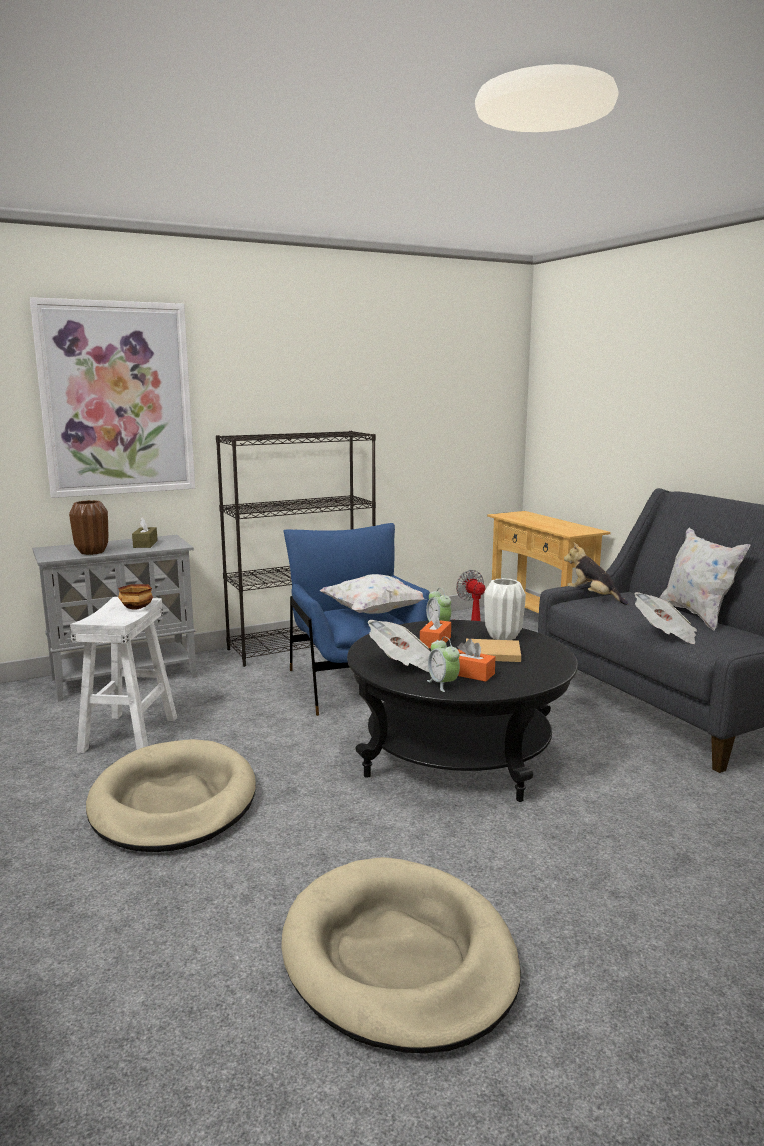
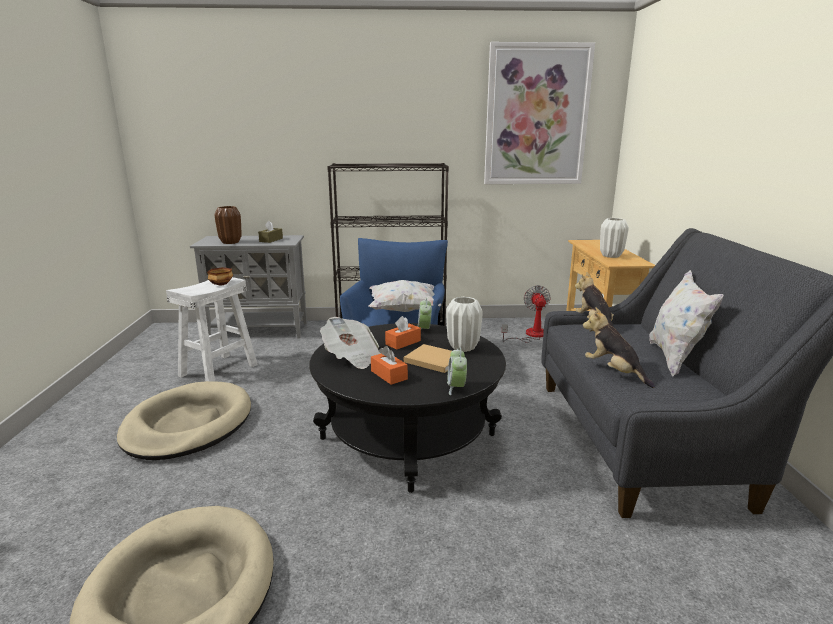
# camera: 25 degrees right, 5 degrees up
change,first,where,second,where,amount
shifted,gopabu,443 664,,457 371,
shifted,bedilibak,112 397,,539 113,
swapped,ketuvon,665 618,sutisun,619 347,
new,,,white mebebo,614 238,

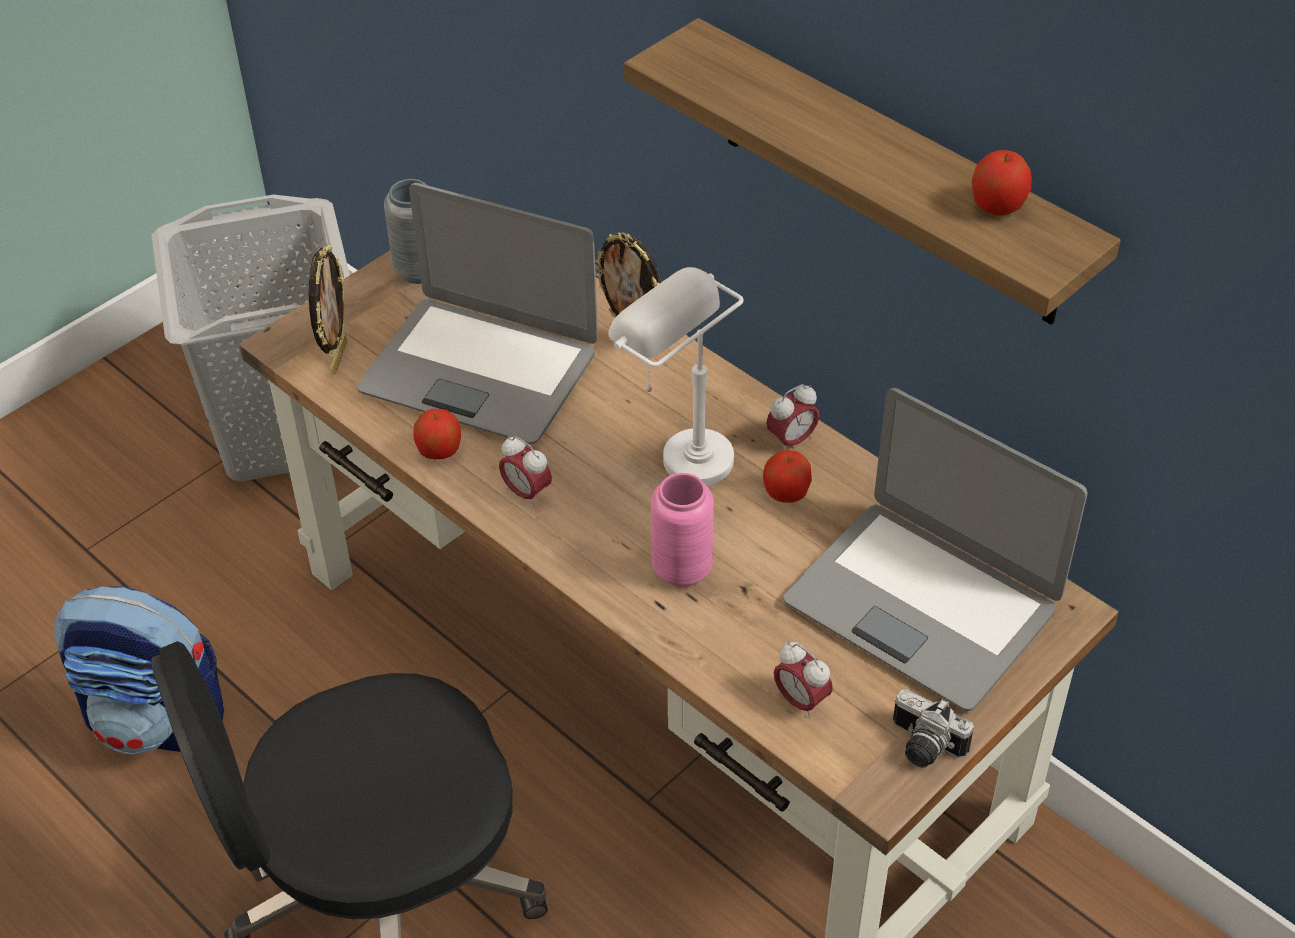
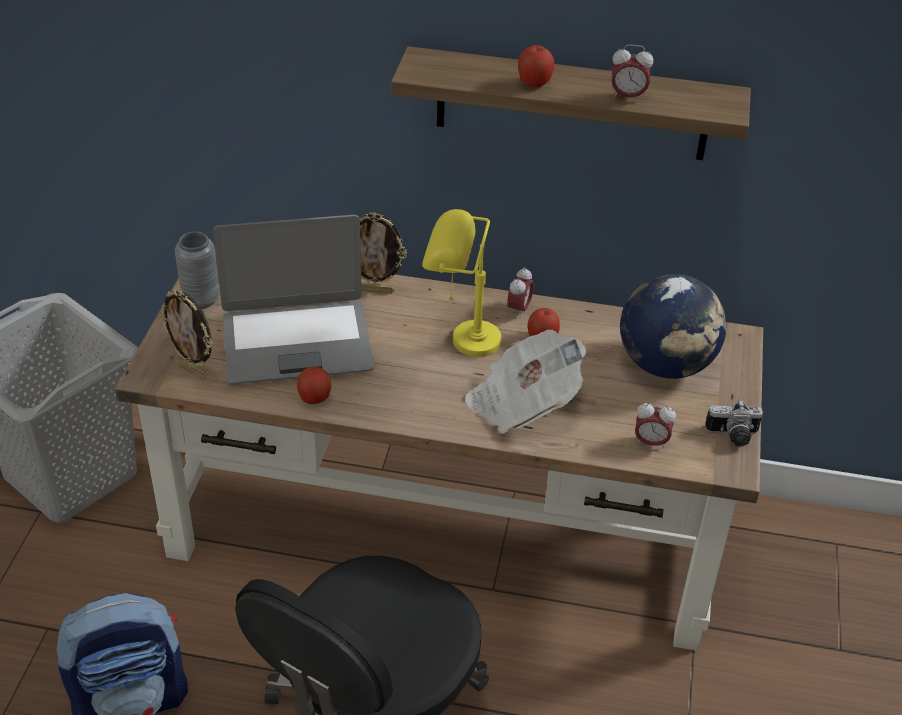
# camera: 35 degrees left, 5 degrees down
change,first,where,second,where,amount
rotated,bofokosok,328 309,,185 335,150 degrees clockwise
repainted,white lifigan,676 376,yellow lifigan,461 283,
swapped,pink mebebo,682 530,ketuvon,526 381,
shifted,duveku,1002 183,,536 66,
shifted,gopabu,525 471,,632 73,
swapped,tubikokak,935 549,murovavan,673 326,

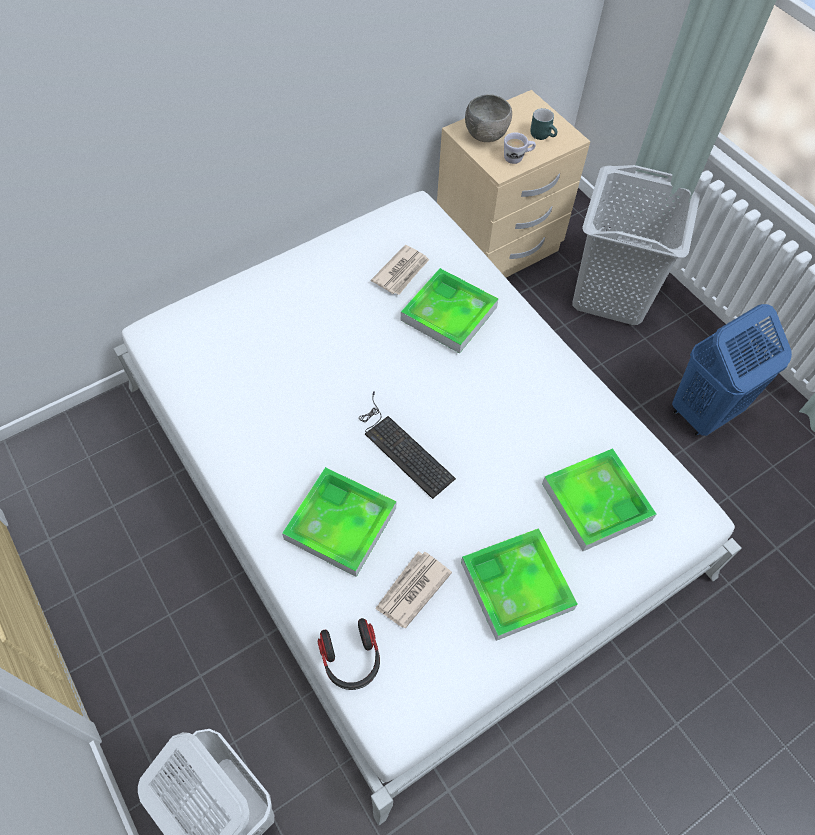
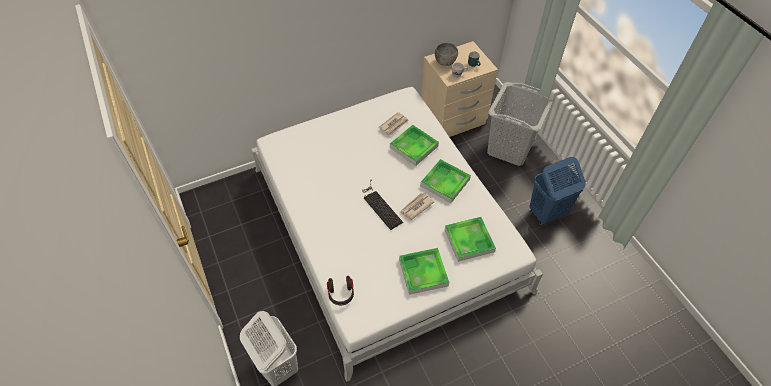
# camera: 10 degrees right, 5 degrees down
change,first,where,second,where,amount
shifted,ketuvon,413 589,,417 206,
shifted,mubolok,339 522,,445 181,

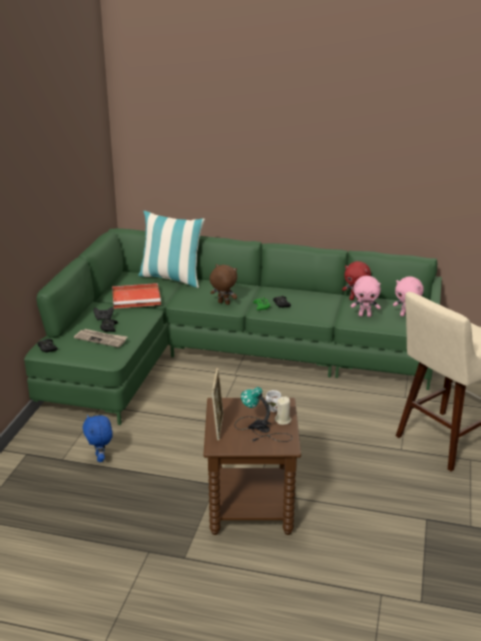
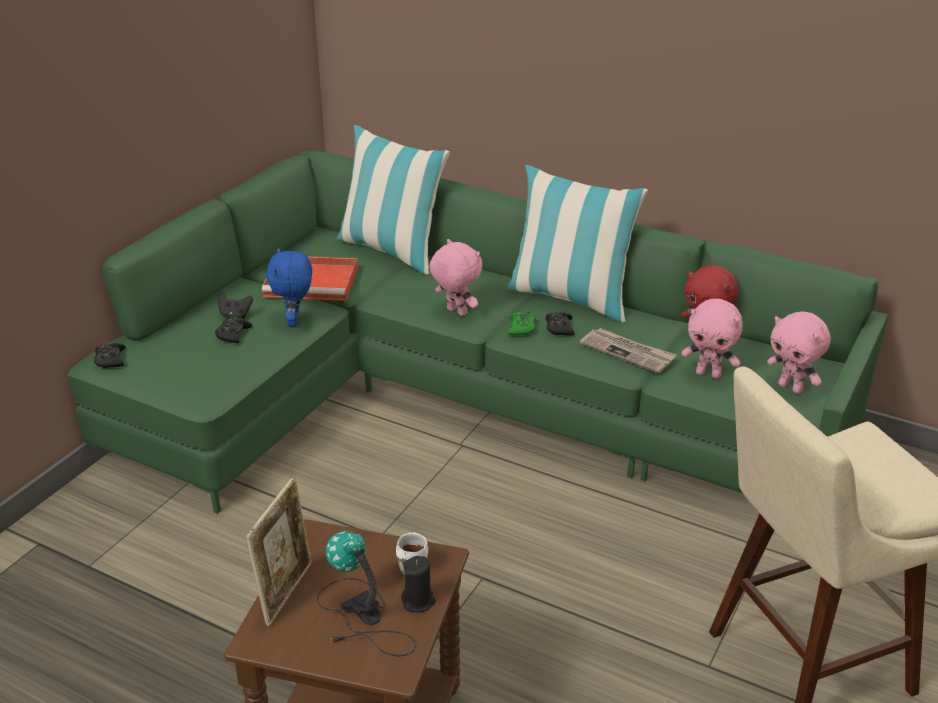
# camera: 15 degrees right, 5 degrees up
change,first,where,second,where,amount
shifted,blue sutisun,98 438,,289 287,
repainted,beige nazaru,283 411,black nazaru,418 584,
repainted,brown sutisun,223 284,pink sutisun,456 277,
new,,,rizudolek,577 244,
shifted,ketuvon,100 338,,628 350,

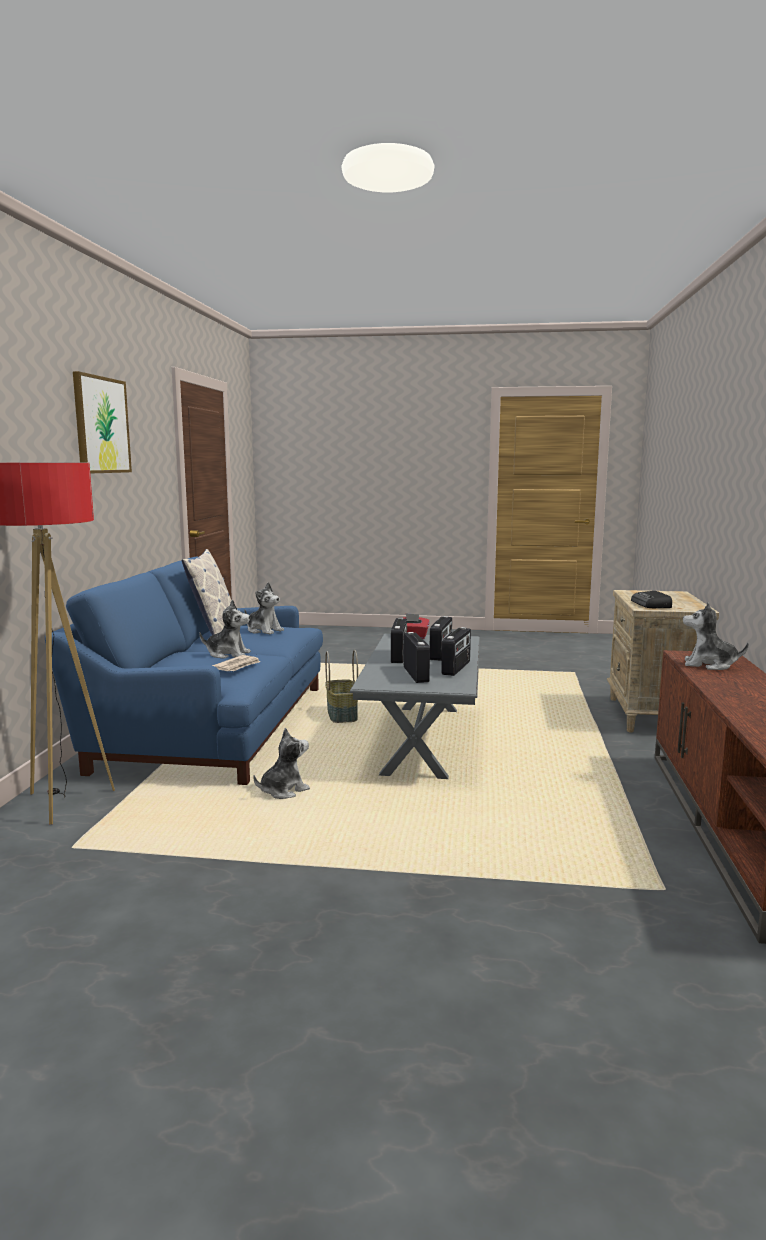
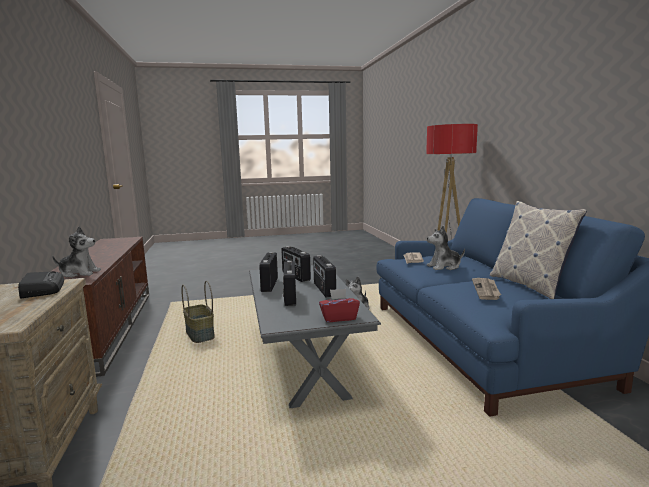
# camera: 160 degrees right, 0 degrees up
change,first,where,second,where,amount
shifted,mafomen,341 686,,198 312,
swapped,sutisun,264 608,ketuvon,486 289,
gone,bedilibak,102 422,,,

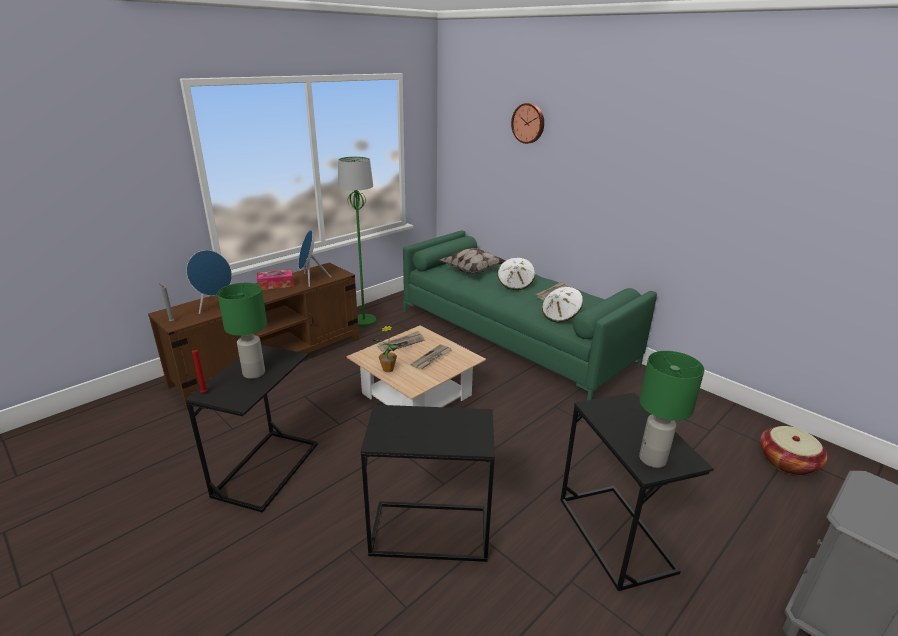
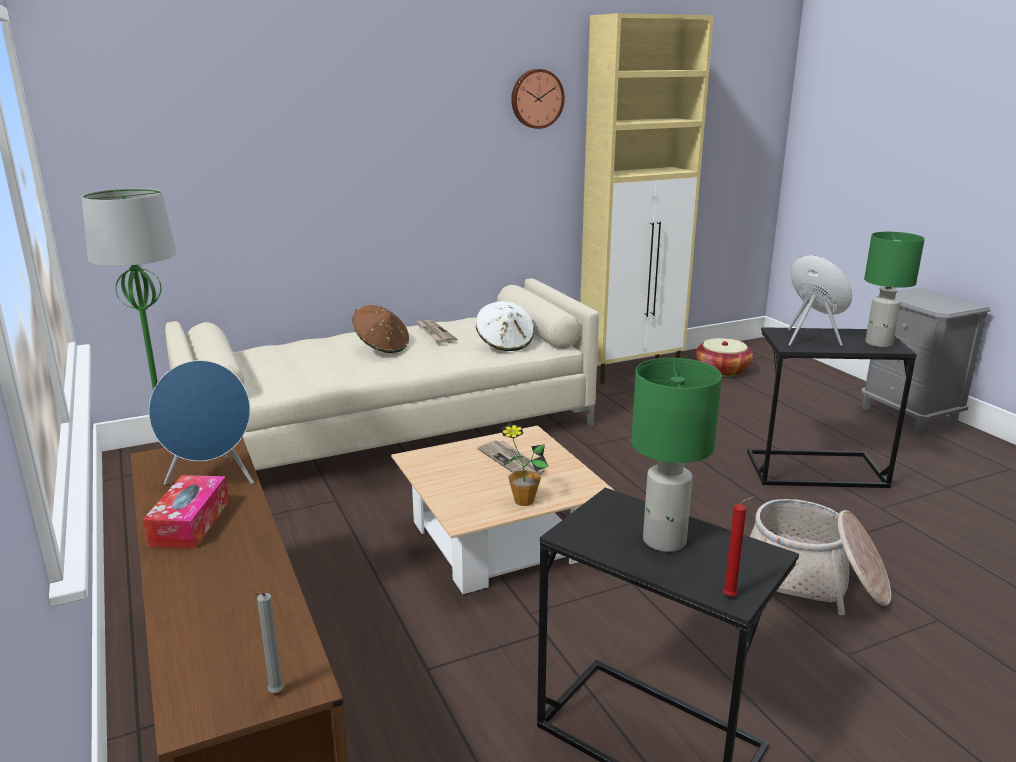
# camera: 70 degrees left, 5 degrees down
change,first,where,second,where,amount
repainted,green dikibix,530 315,beige dikibix,382 374,
repainted,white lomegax,516 274,brown lomegax,380 329,
shifted,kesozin,527 123,,538 99,
new,,,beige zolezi,647 198,
swapped,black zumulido,427 483,mafomen,820 557,
shifted,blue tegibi,209 282,,820 300,
gone,ketuvon,400 342,,,
gone,rizudolek,472 261,,,

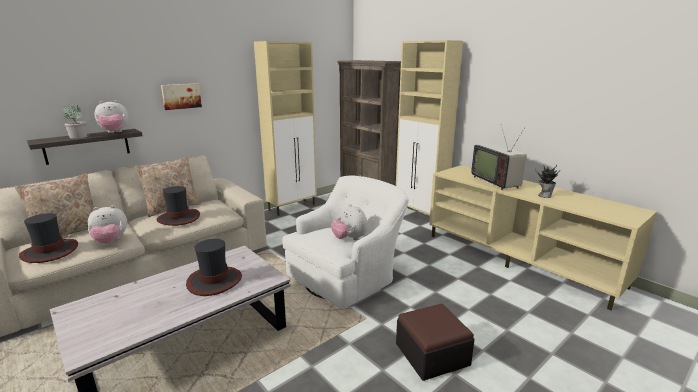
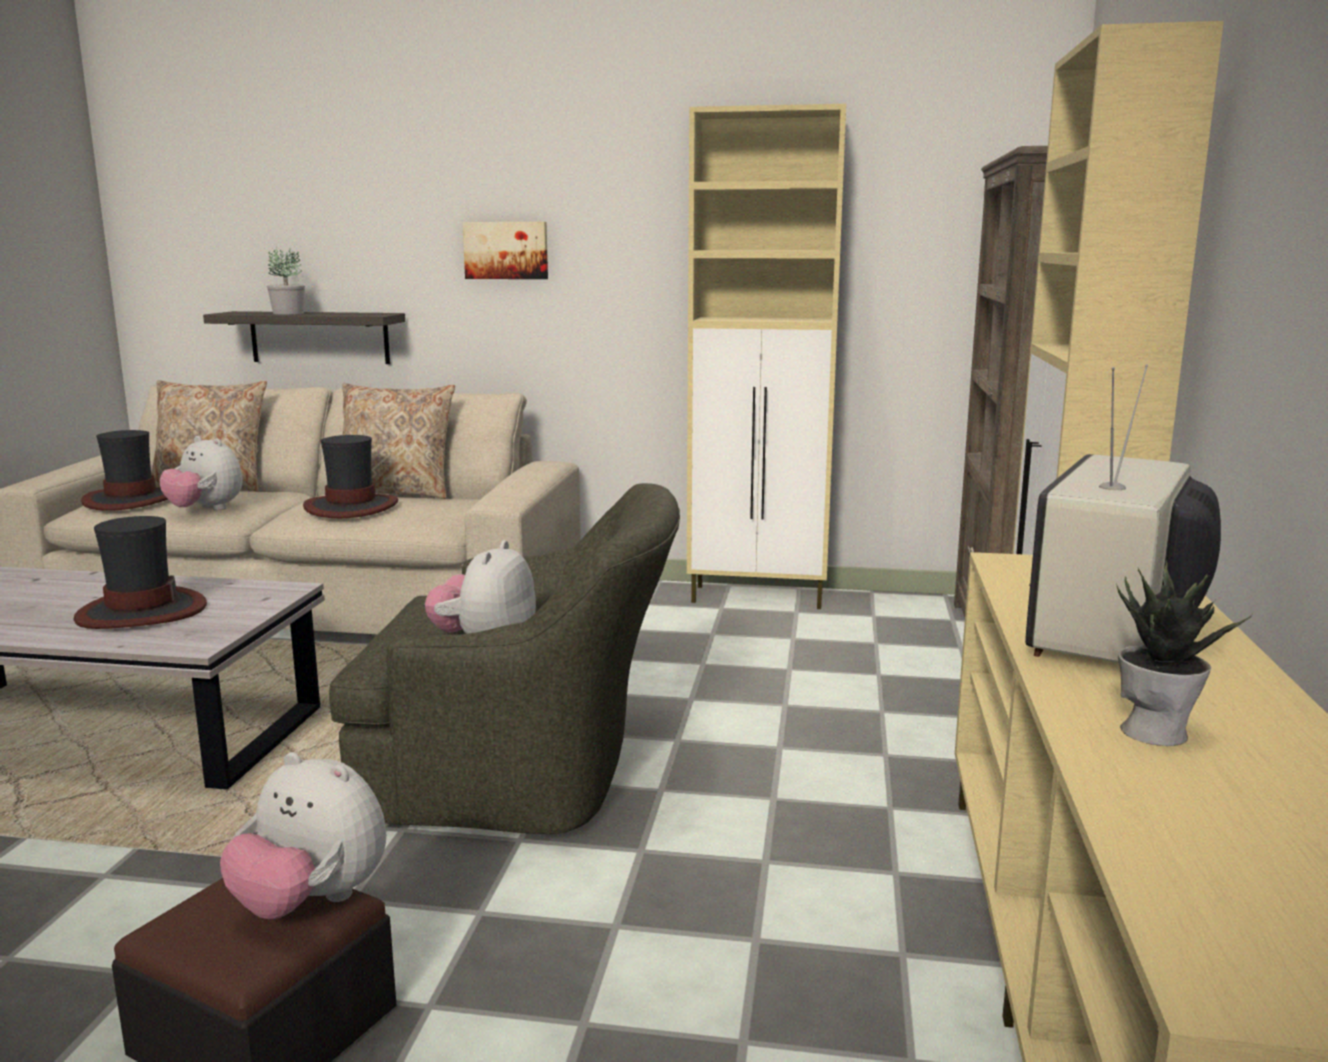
# camera: 50 degrees right, 5 degrees down
change,first,where,second,where,amount
shifted,sutisun,112 116,,303 835,
repainted,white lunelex,345 242,green lunelex,504 658,

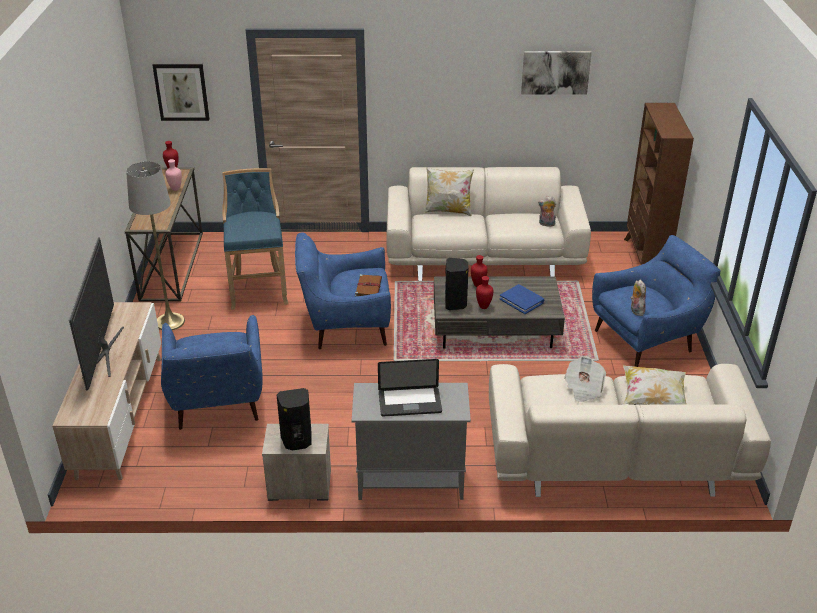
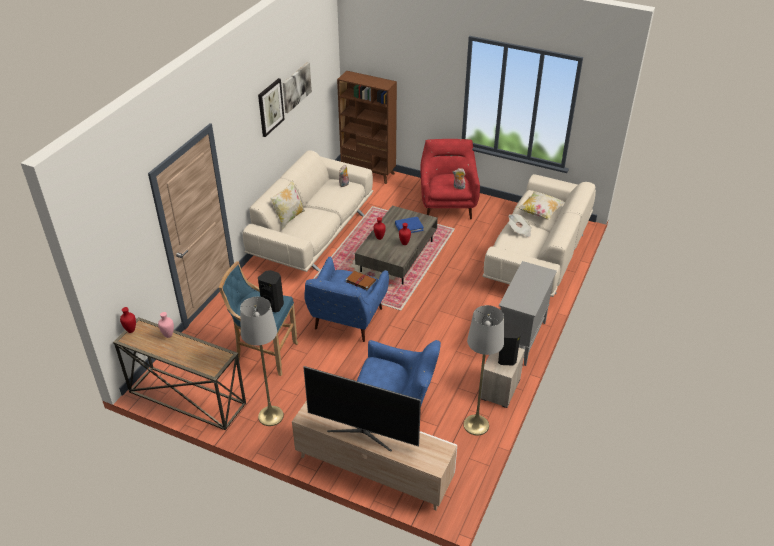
# camera: 65 degrees left, 5 degrees up
change,first,where,second,where,amount
shifted,bedilibak,181 92,,271 107,
shifted,black tegibi,457 284,,271 291,
repainted,blue lunelex,656 301,red lunelex,450 179,
new,,,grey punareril,483 370,
gone,tubikokak,410 387,,,

